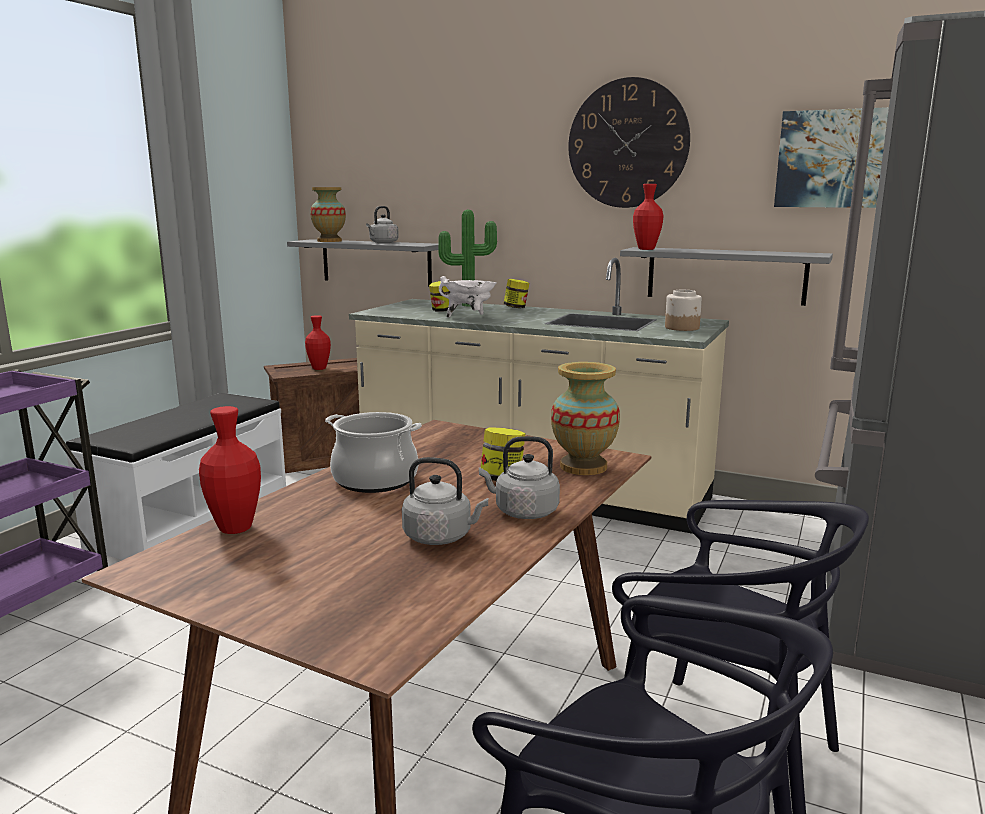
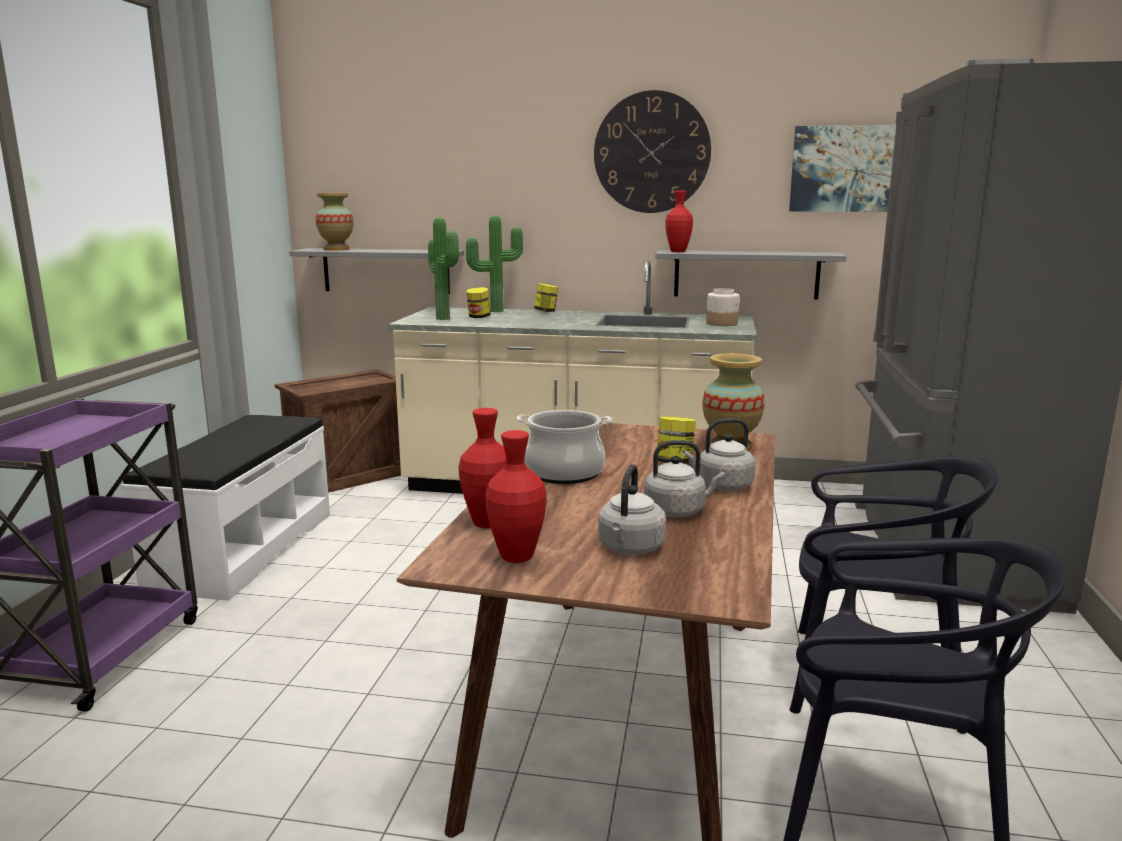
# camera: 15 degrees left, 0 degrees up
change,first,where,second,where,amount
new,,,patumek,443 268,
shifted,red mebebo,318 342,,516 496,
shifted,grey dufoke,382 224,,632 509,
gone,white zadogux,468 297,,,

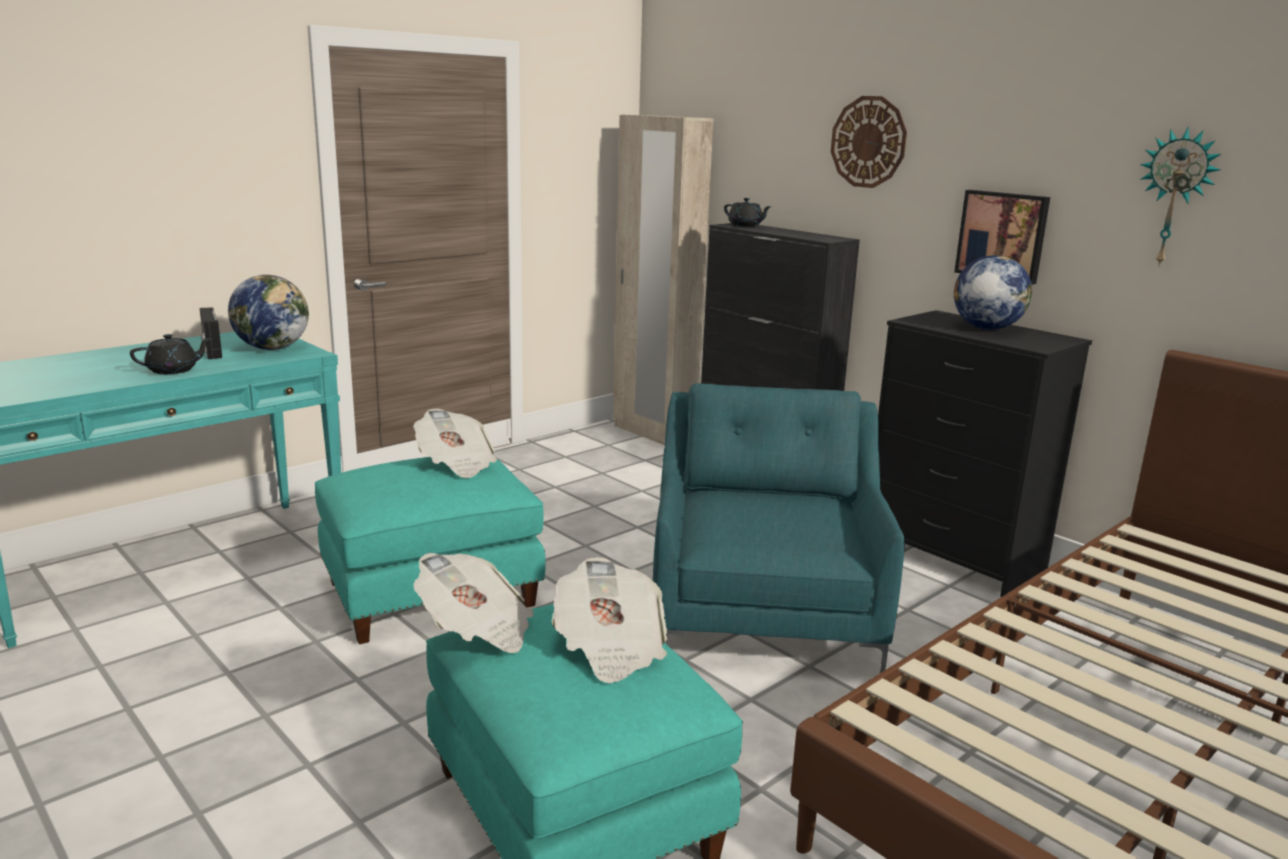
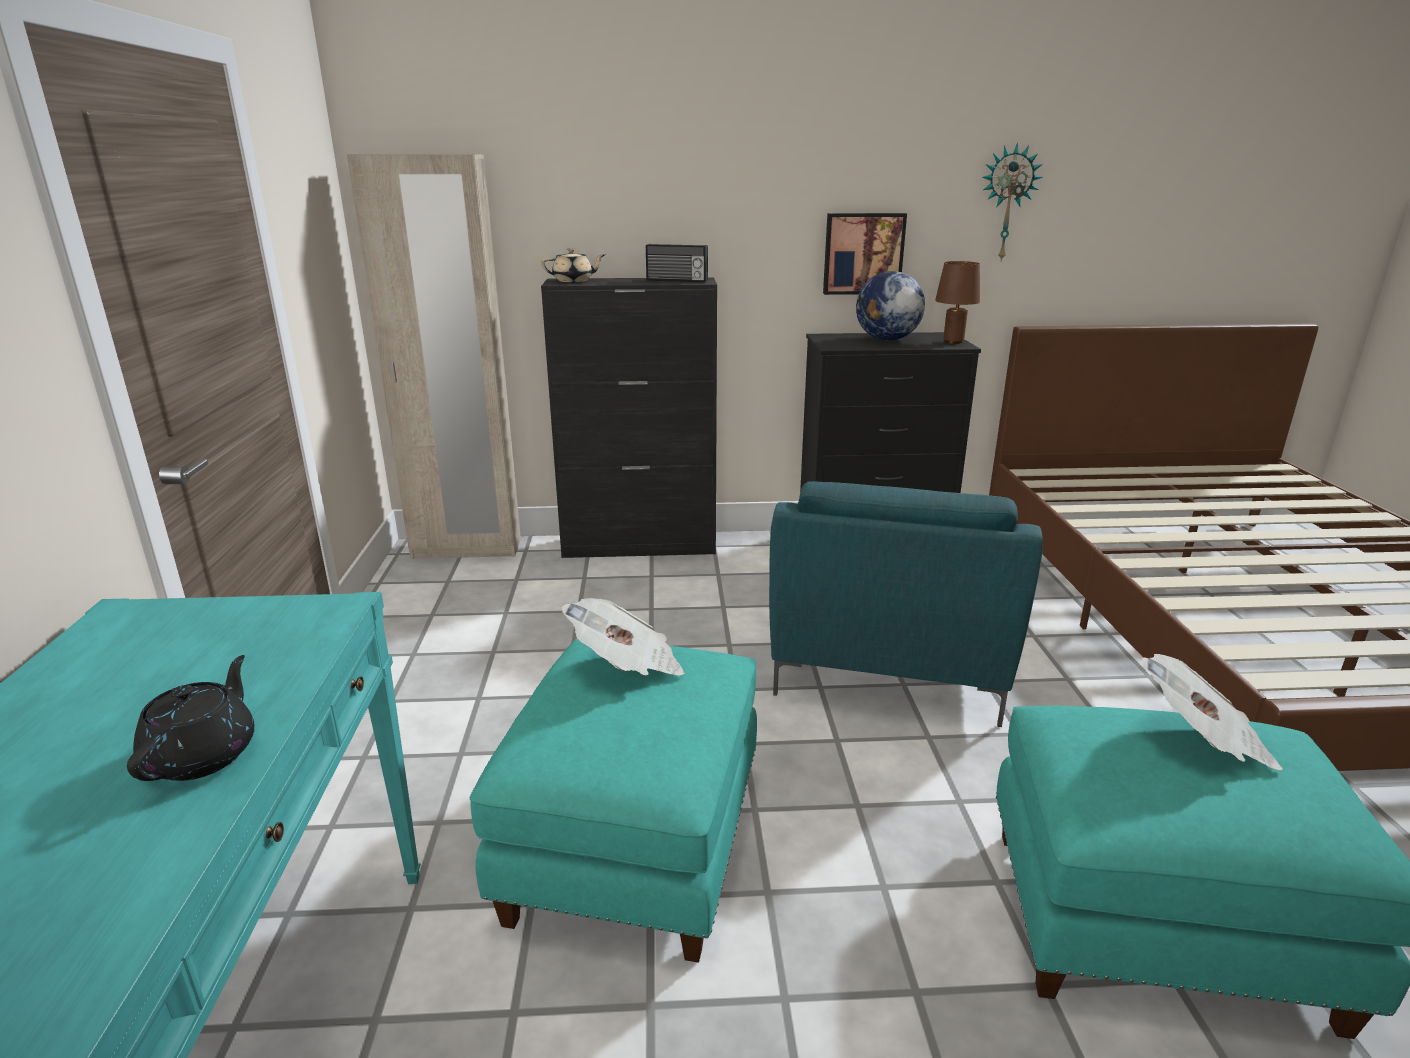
# camera: 50 degrees left, 5 degrees up
change,first,where,second,where,amount
repainted,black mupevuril,748 212,beige mupevuril,573 265,
shifted,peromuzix,210 333,,677 263,
rotated,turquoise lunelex,779 528,,906 604,120 degrees counterclockwise
new,,,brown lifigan,957 302,
gone,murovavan,268 312,,,
gone,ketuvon,473 603,,,
gone,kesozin,869 142,,,

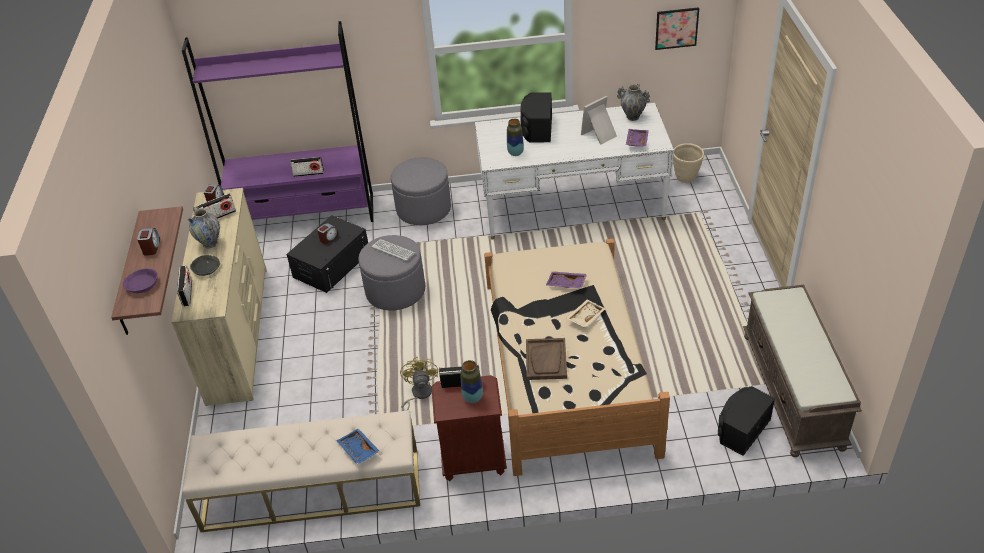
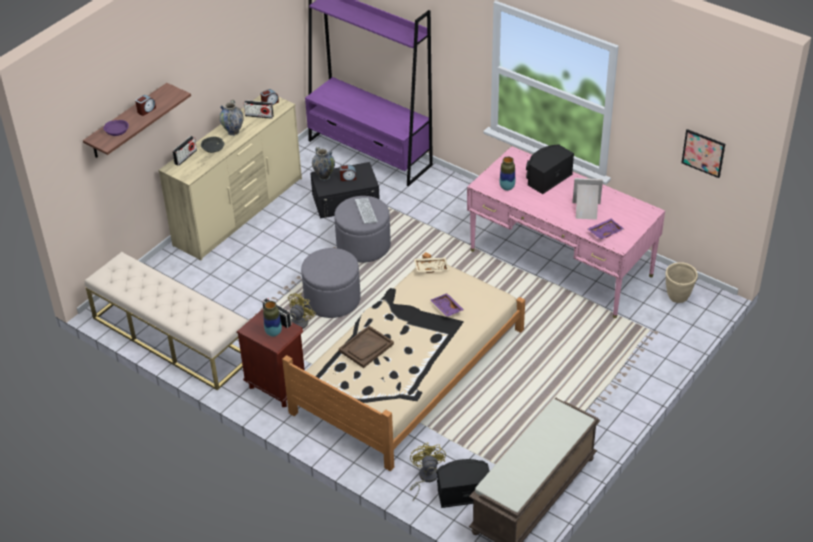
# camera: 40 degrees right, 0 degrees up
change,first,where,second,where,amount
shifted,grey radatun,421 191,,331 283,
shifted,mebebo,633 102,,323 163,
new,,,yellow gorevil,428 471,
shifted,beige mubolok,586 313,,431 265,
repainted,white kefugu,574 171,pink kefugu,566 232,
gone,peromuzix,307 167,,,
gone,blue mubolok,358 447,,,

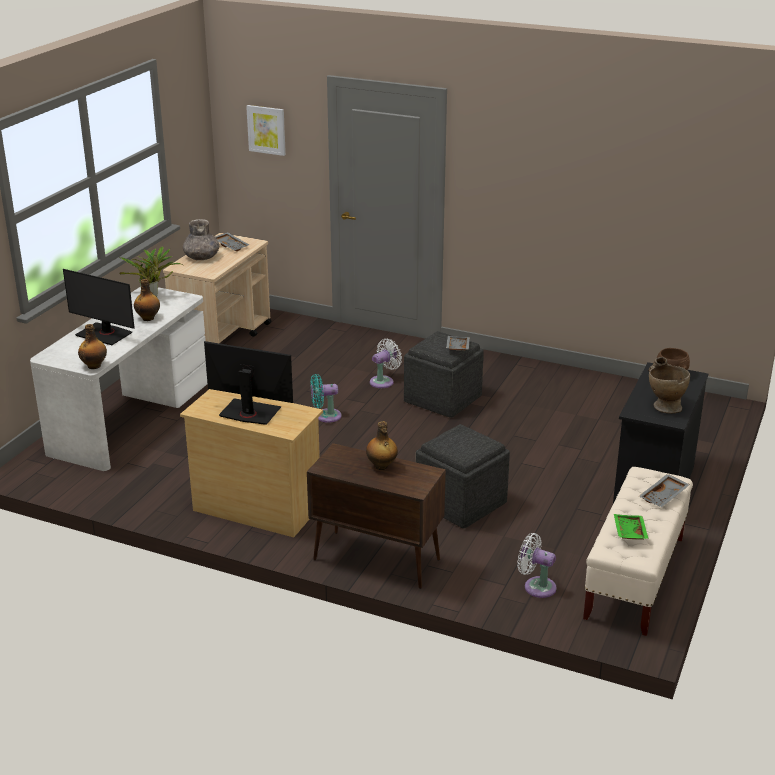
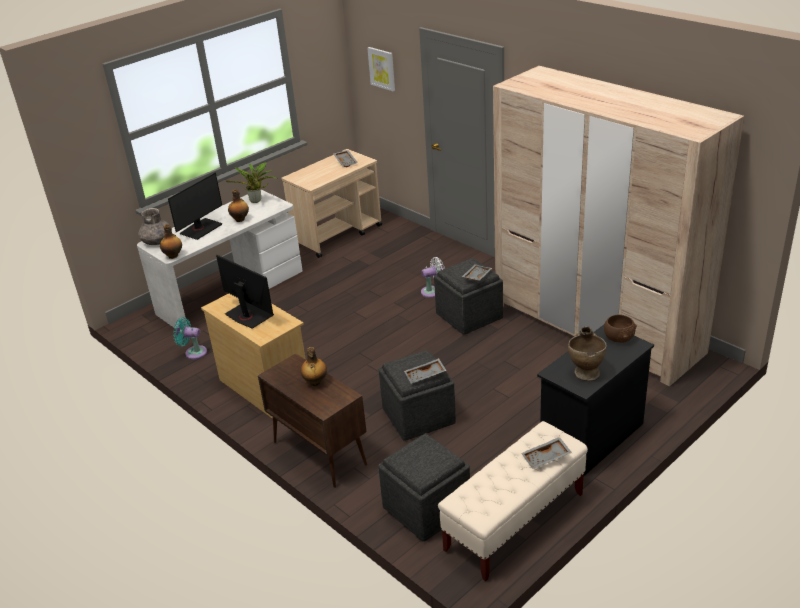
# camera: 25 degrees right, 5 degrees up
change,first,where,second,where,amount
shifted,grey mebebo,201 239,,155 226,
rotated,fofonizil,99 307,,195 206,105 degrees counterclockwise
shifted,turquoise gorevil,326 398,,190 338,
swapped,white gorevil,537 565,grey radatun,424 487,
new,,,grey mubolok,425 371,
new,,,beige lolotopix,618 226,
gone,green mubolok,631 527,,,

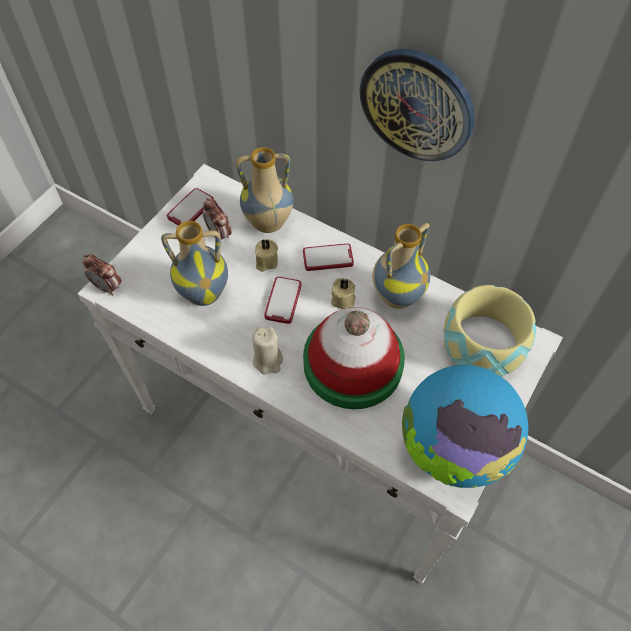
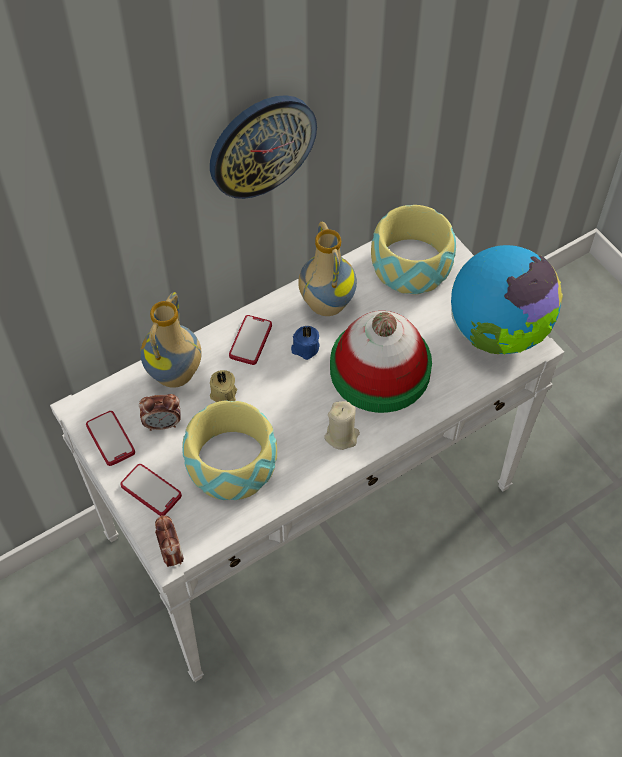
# camera: 65 degrees left, 0 degrees up
change,first,where,second,where,amount
shifted,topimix,283 300,,151 490,
rotated,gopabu,101 275,,169 541,75 degrees counterclockwise
swapped,mebebo,194 263,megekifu,229 450,
repainted,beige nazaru,343 293,blue nazaru,305 343,

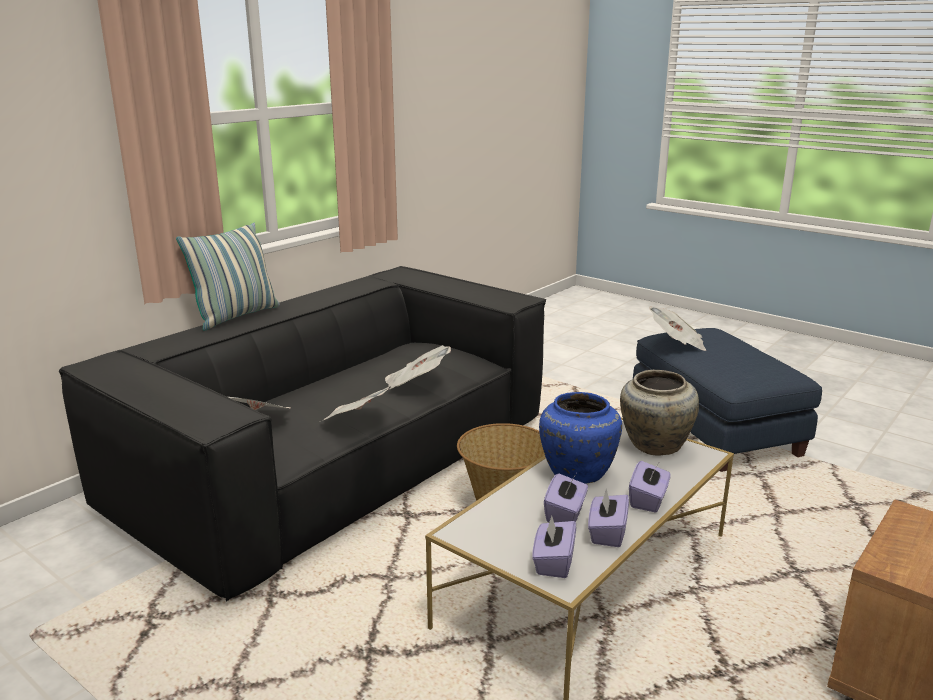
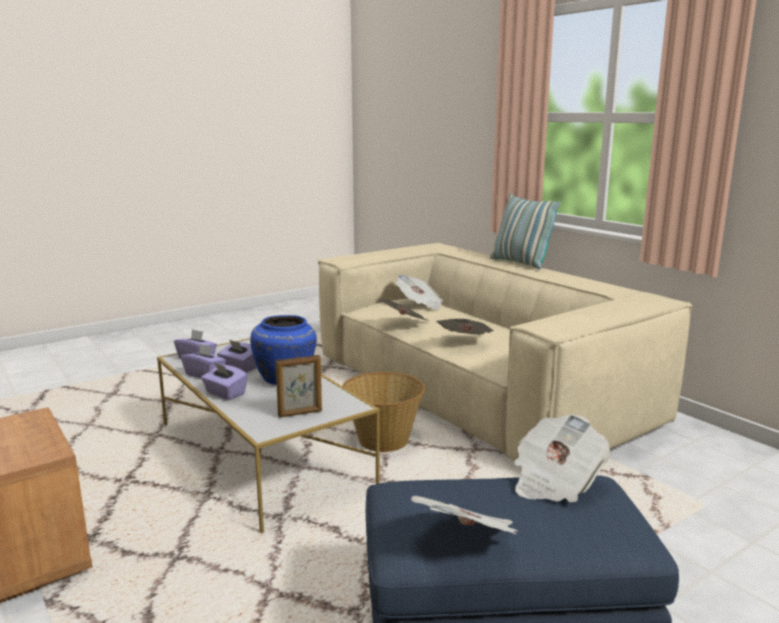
# camera: 105 degrees right, 5 degrees down
change,first,where,second,where,amount
swapped,beige mebebo,659 413,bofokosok,299 386,
repainted,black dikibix,302 434,beige dikibix,505 352,
new,,,ketuvon,464 515,

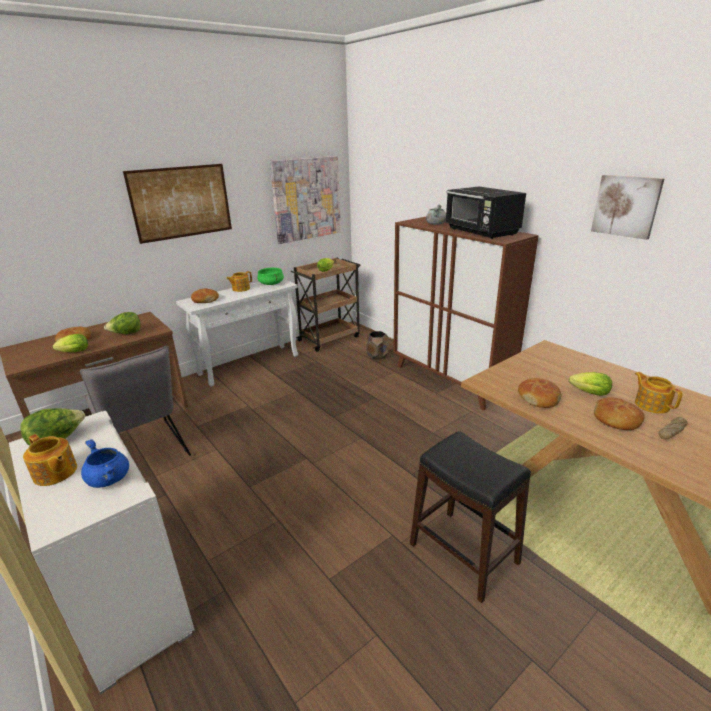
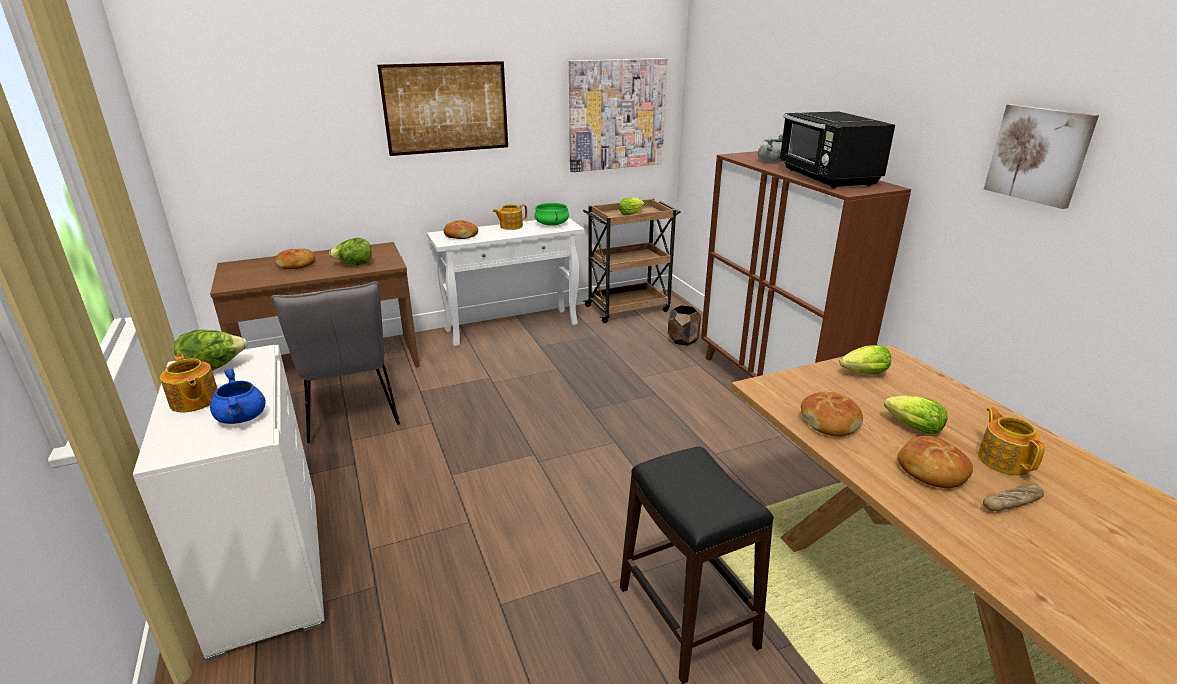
# camera: 15 degrees right, 0 degrees up
change,first,where,second,where,amount
shifted,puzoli,70 343,,865 359,

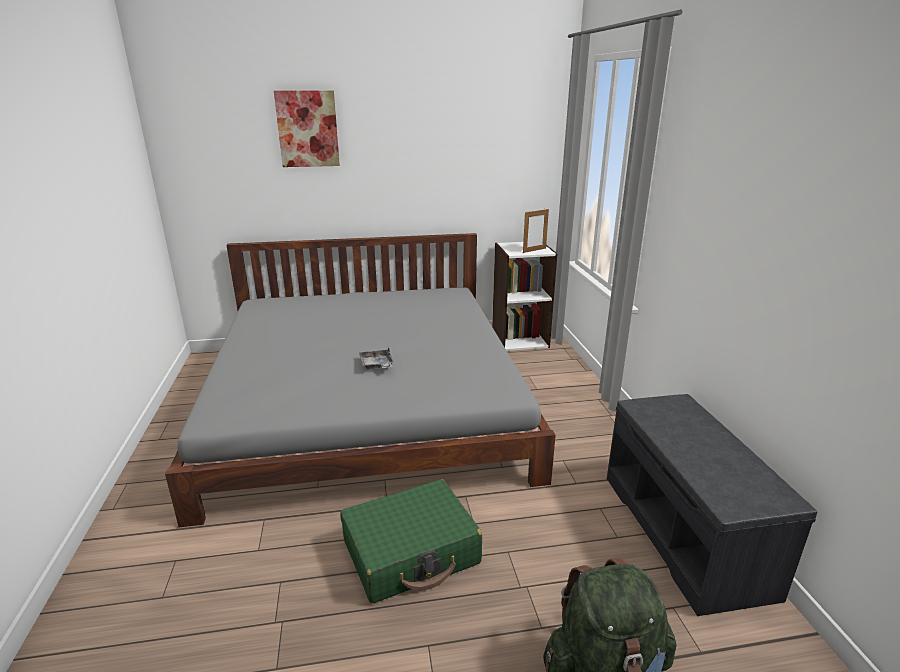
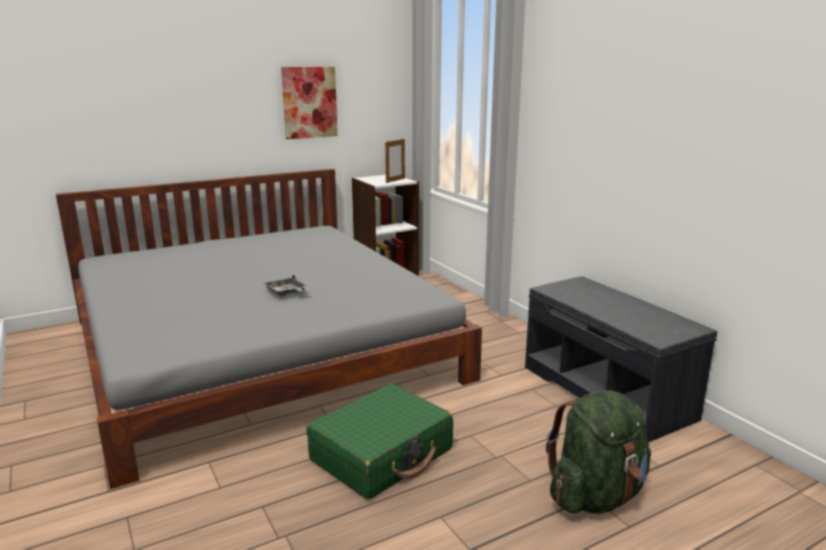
# camera: 20 degrees left, 5 degrees down
change,first,where,second,where,amount
shifted,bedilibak,307 129,,309 103,

